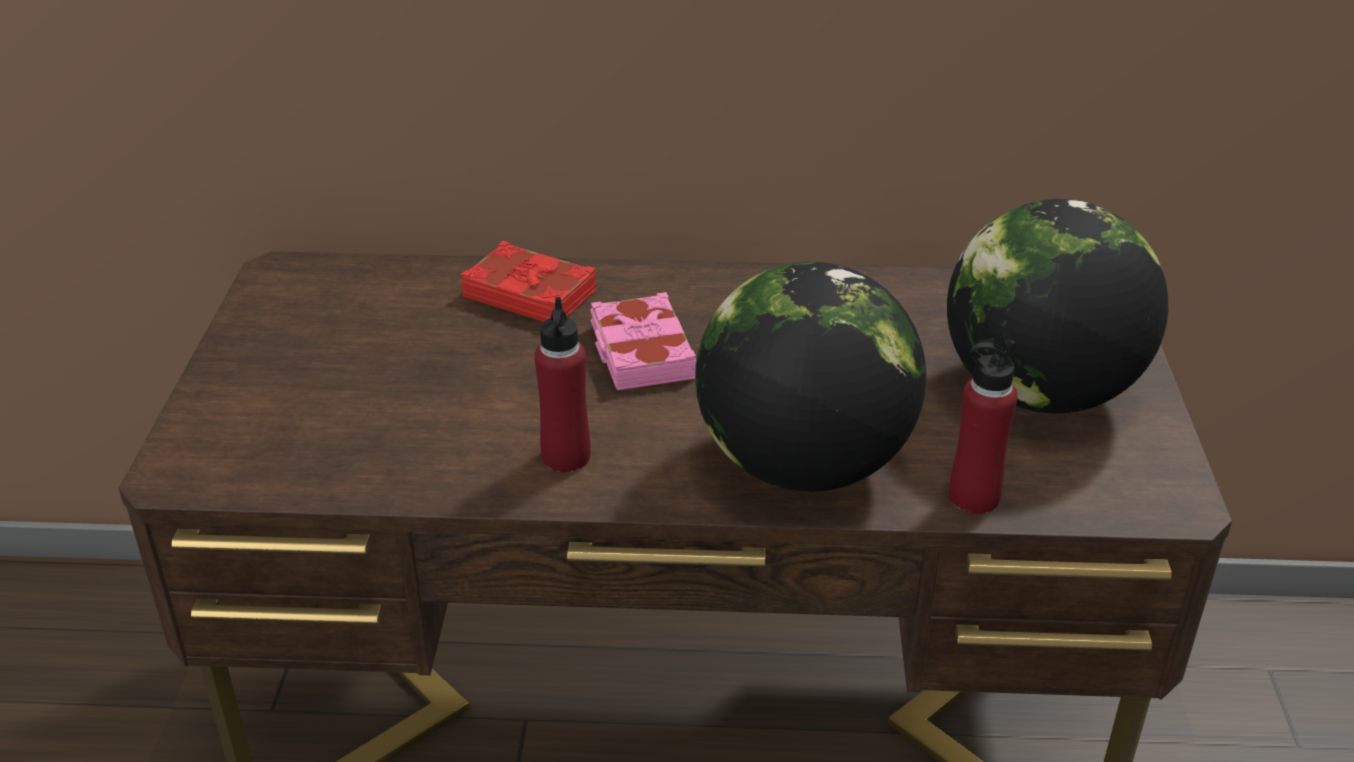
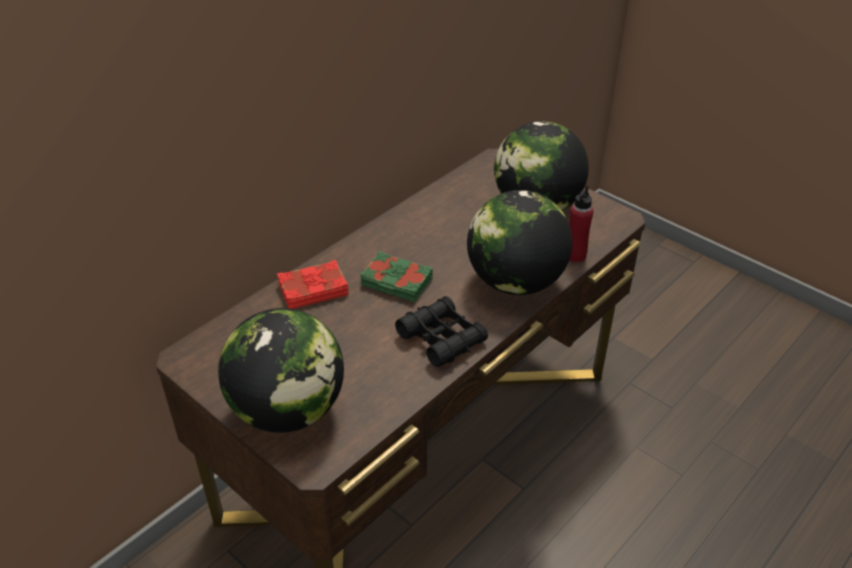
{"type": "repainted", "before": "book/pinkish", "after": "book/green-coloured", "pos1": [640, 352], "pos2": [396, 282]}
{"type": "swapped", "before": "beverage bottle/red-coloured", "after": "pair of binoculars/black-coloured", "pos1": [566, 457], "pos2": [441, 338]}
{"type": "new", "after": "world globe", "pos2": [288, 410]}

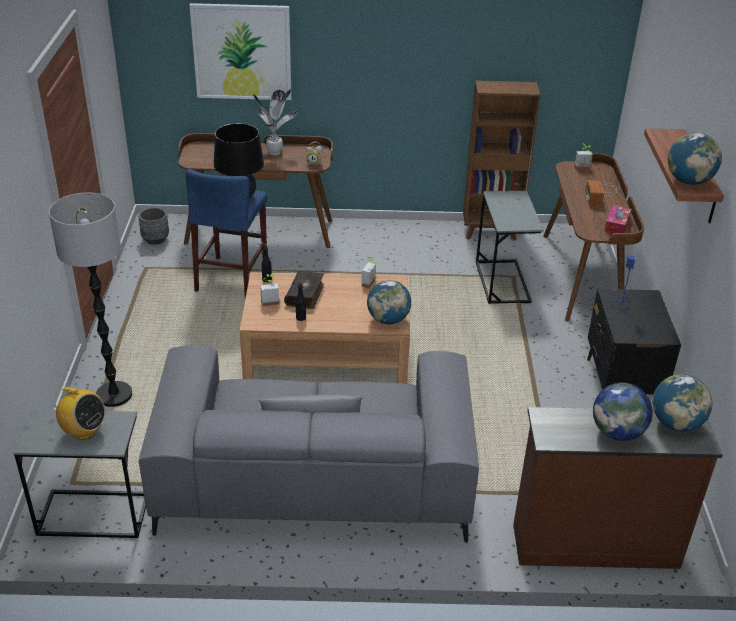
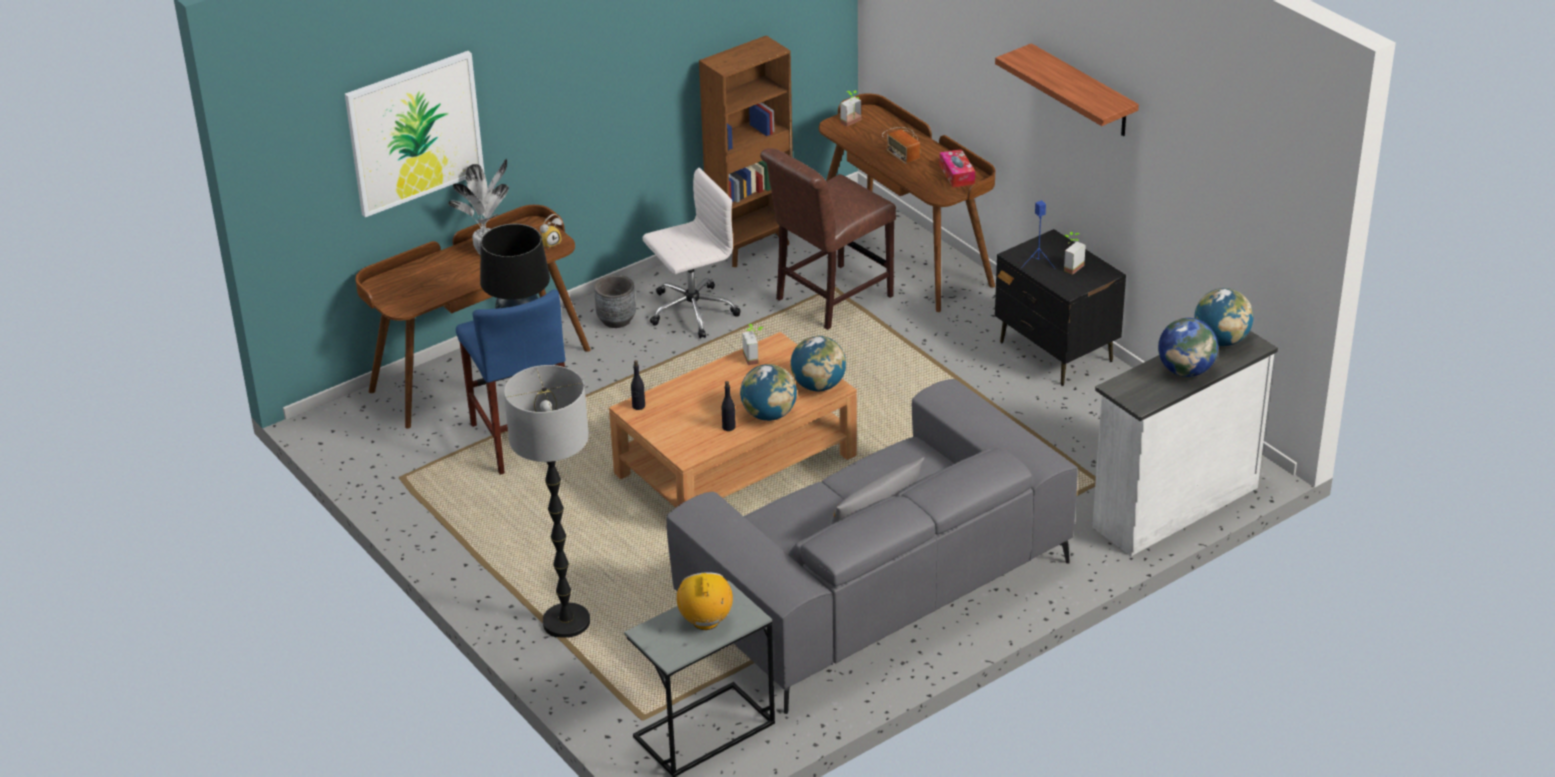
{"type": "shifted", "before": "world globe", "pos1": [688, 181], "pos2": [769, 415]}
{"type": "swapped", "before": "accent table/grey", "after": "upright chair/brown-coloured", "pos1": [502, 282], "pos2": [828, 299]}
{"type": "shifted", "before": "flower pot/grey", "pos1": [155, 239], "pos2": [616, 320]}
{"type": "gone", "before": "book", "pos1": [305, 295]}
{"type": "shifted", "before": "potted plant", "pos1": [269, 301], "pos2": [1070, 266]}
{"type": "rotated", "before": "radio", "pos1": [84, 431], "pos2": [706, 621], "turn": -90}
{"type": "repainted", "before": "dresser/brown-coloured", "after": "dresser/whitish", "pos1": [593, 544], "pos2": [1172, 506]}
{"type": "new", "after": "office chair/whitish", "pos2": [691, 311]}

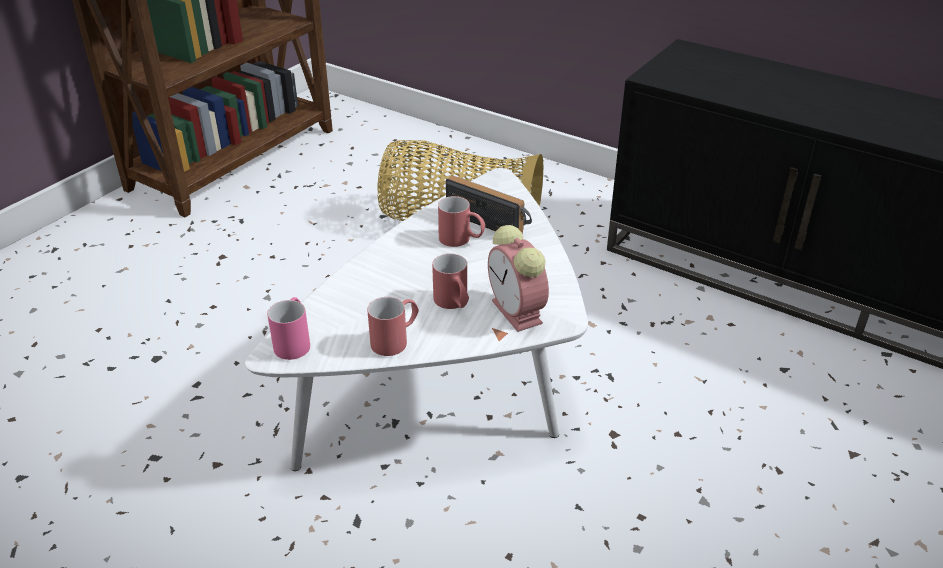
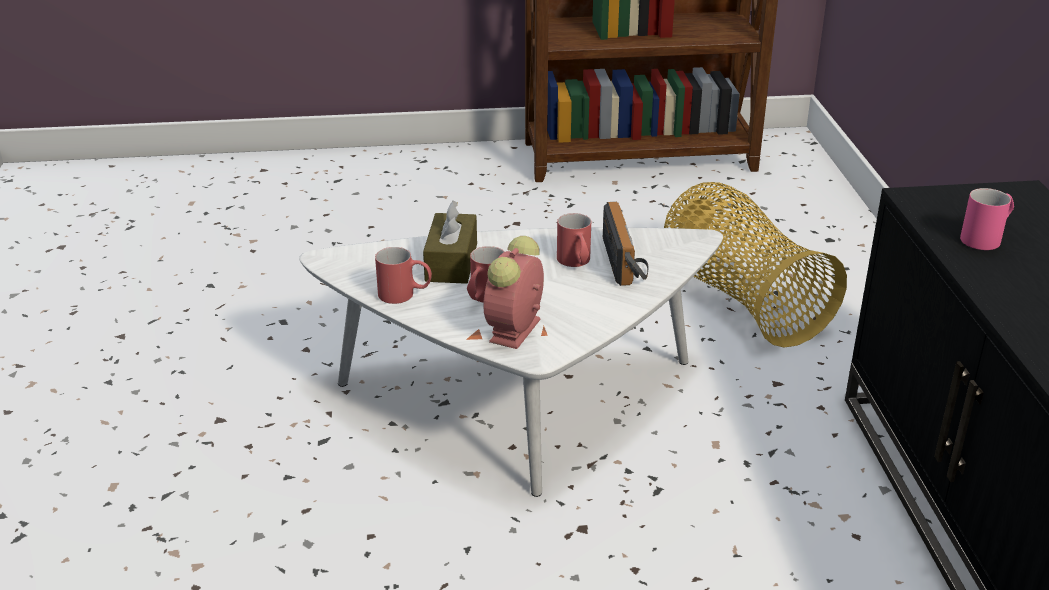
{"type": "shifted", "before": "mug/pinkish", "pos1": [294, 341], "pos2": [986, 238]}
{"type": "new", "after": "tissue box/brown-coloured", "pos2": [451, 262]}

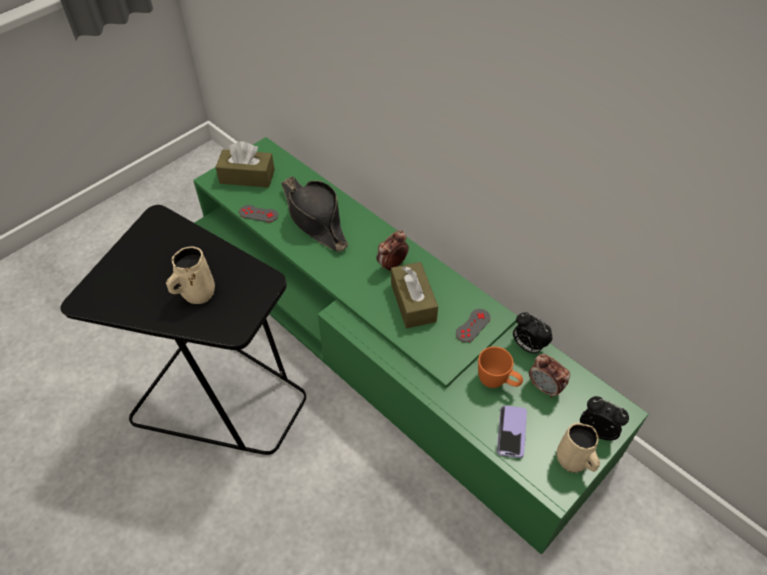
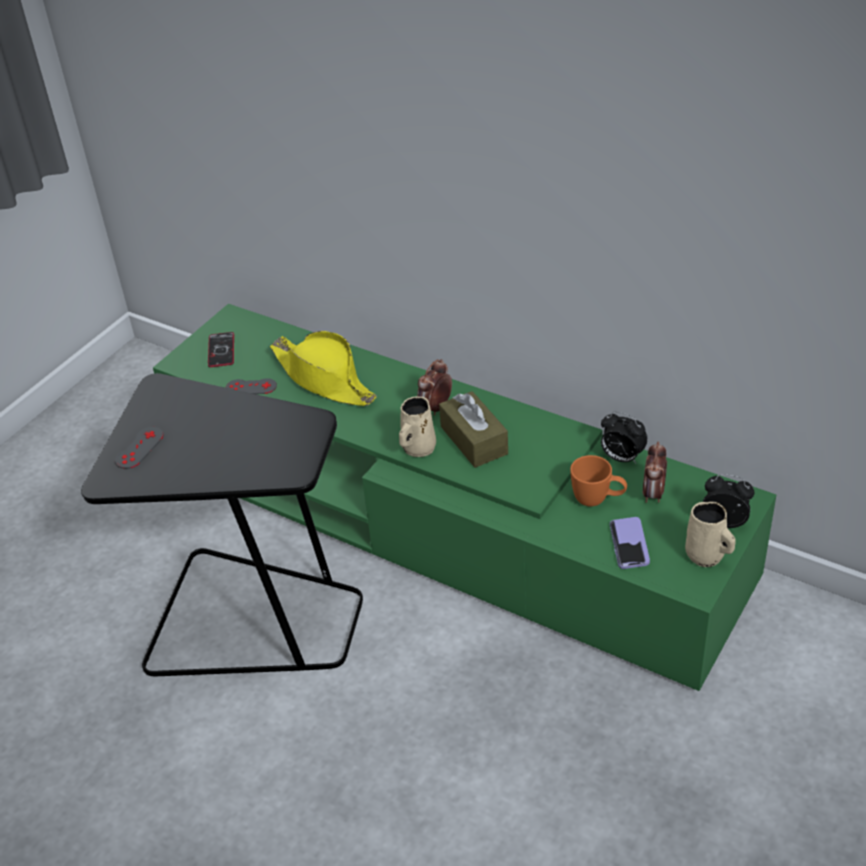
{"type": "swapped", "before": "tissue box/brown-coloured", "after": "telephone", "pos1": [247, 176], "pos2": [221, 350]}
{"type": "repainted", "before": "clothing hat/black-coloured", "after": "clothing hat/yellow", "pos1": [315, 219], "pos2": [324, 379]}
{"type": "shifted", "before": "mug/sand-coloured", "pos1": [196, 293], "pos2": [417, 448]}
{"type": "shifted", "before": "game controller/grey", "pos1": [473, 325], "pos2": [139, 448]}
{"type": "rotated", "before": "bedside clock", "pos1": [544, 387], "pos2": [653, 494], "turn": 75}

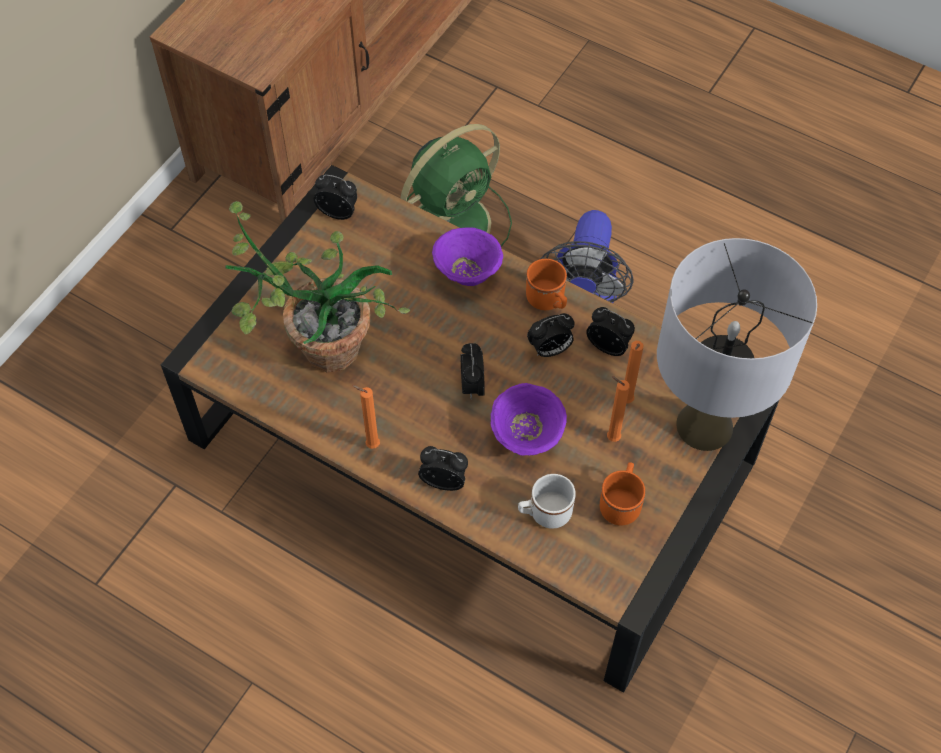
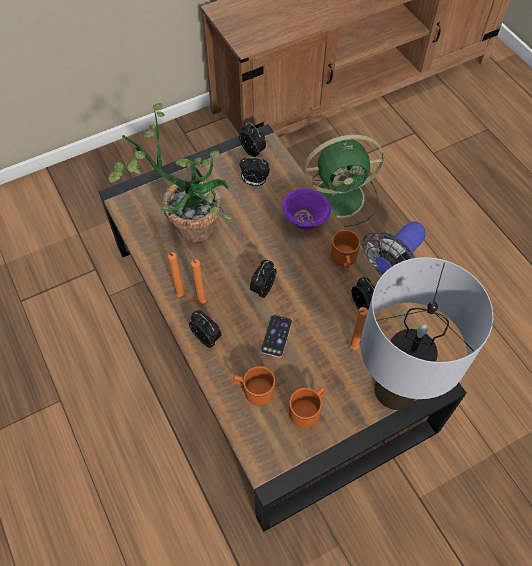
{"type": "shifted", "before": "bedside clock", "pos1": [550, 349], "pos2": [254, 182]}
{"type": "shifted", "before": "wax light/orange-coloured", "pos1": [611, 437], "pos2": [200, 300]}
{"type": "swapped", "before": "deep dish/purplish", "after": "telephone", "pos1": [527, 434], "pos2": [276, 336]}
{"type": "repainted", "before": "mug/whitish", "after": "mug/orange-coloured", "pos1": [544, 513], "pos2": [254, 391]}

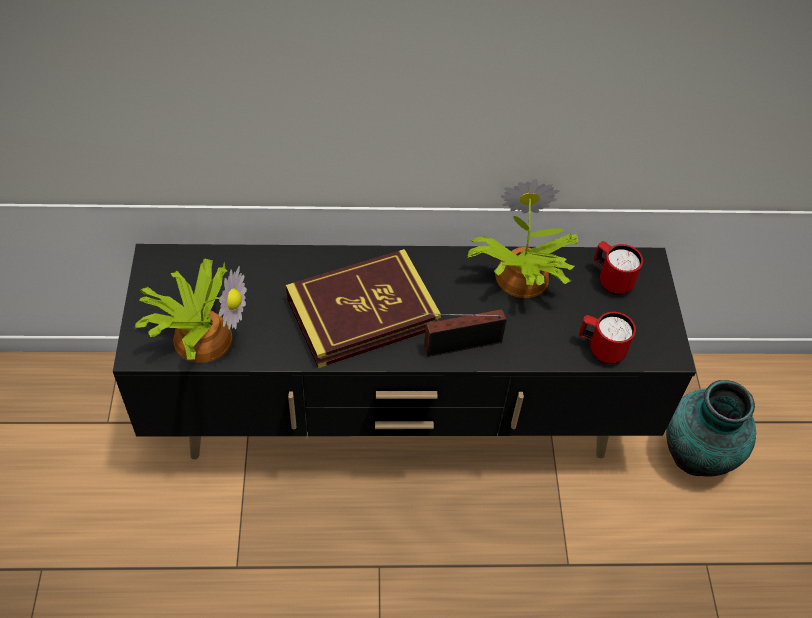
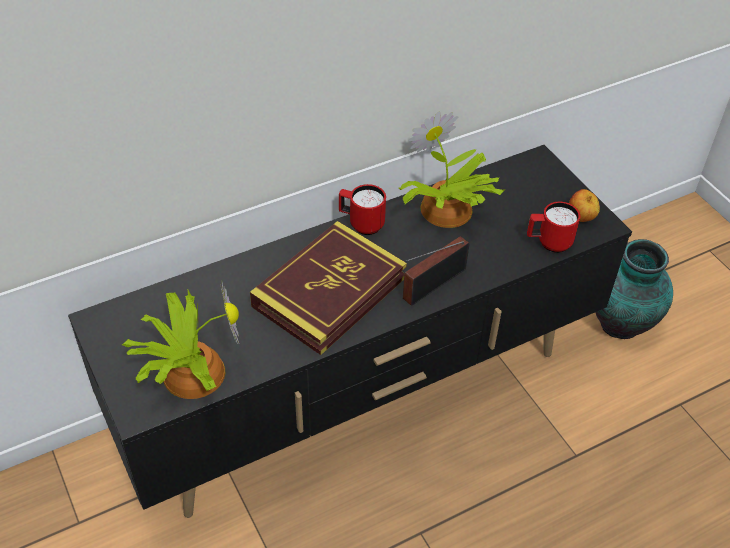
{"type": "shifted", "before": "mug/red-coloured", "pos1": [611, 280], "pos2": [361, 224]}
{"type": "new", "after": "apple", "pos2": [581, 218]}

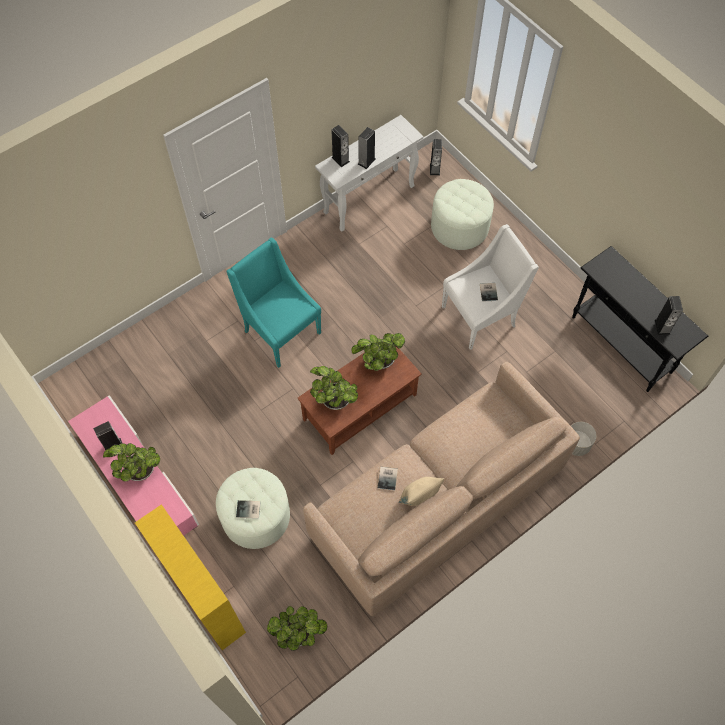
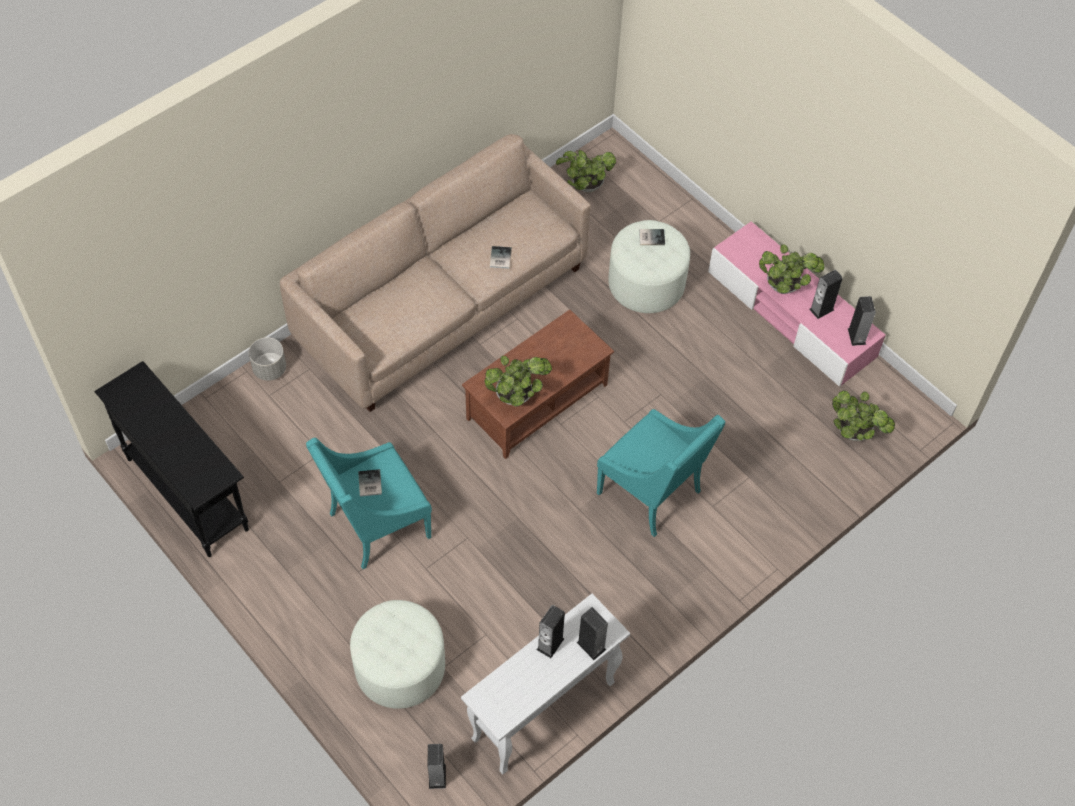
{"type": "repainted", "before": "armchair/whitish", "after": "armchair/blue-green", "pos1": [481, 316], "pos2": [376, 526]}
{"type": "shifted", "before": "speaker", "pos1": [662, 327], "pos2": [856, 336]}
{"type": "shifted", "before": "potted plant", "pos1": [334, 399], "pos2": [855, 433]}
{"type": "gone", "before": "throw pillow/sand-coloured", "pos1": [419, 496]}
{"type": "gone", "before": "bookcase/yellow", "pos1": [203, 597]}

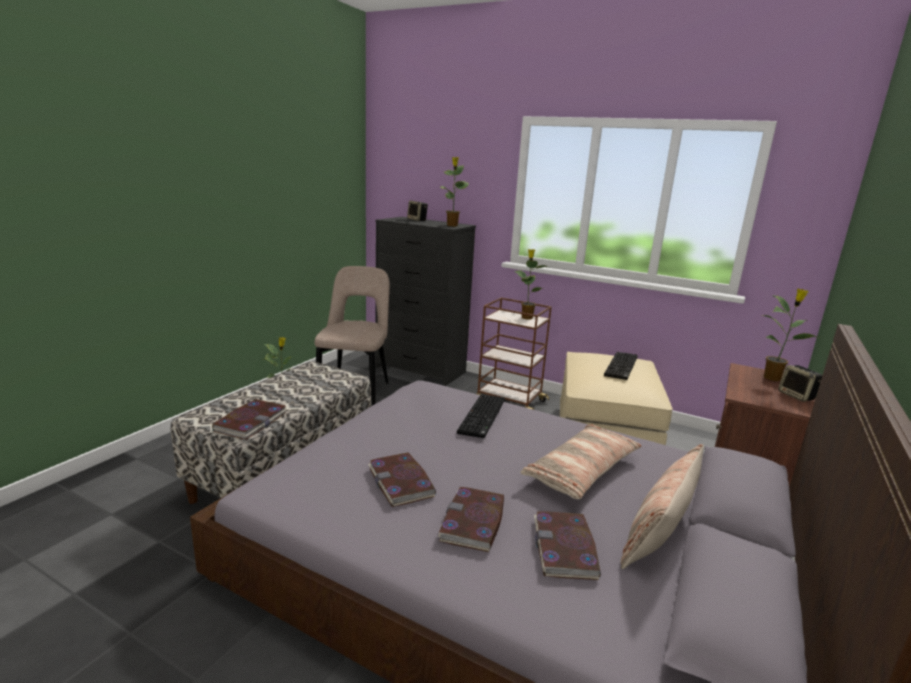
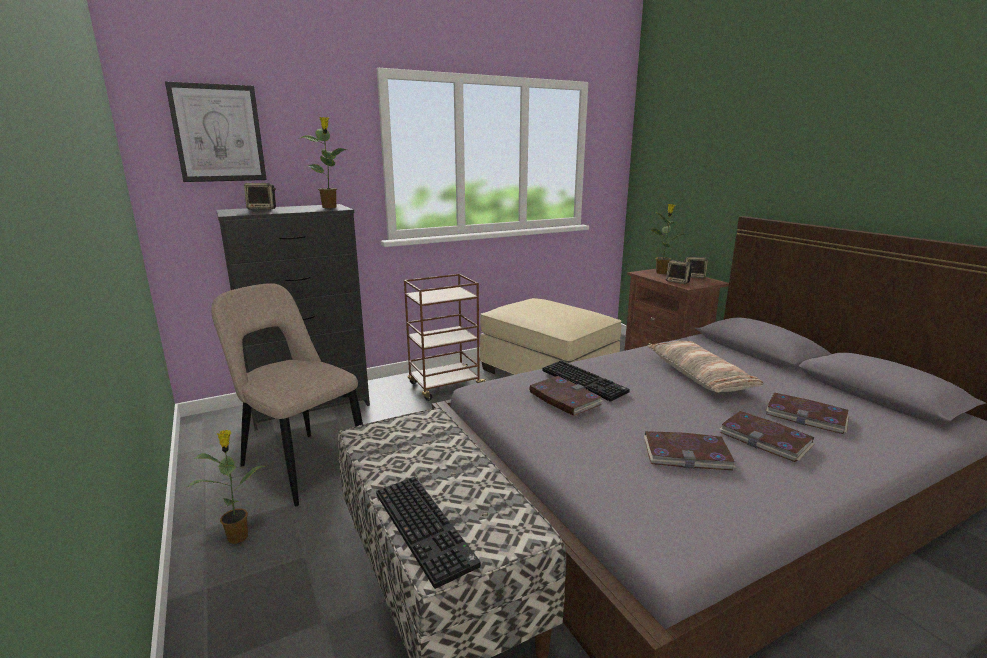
{"type": "gone", "before": "potted plant", "pos1": [526, 317]}
{"type": "shifted", "before": "PC keyboard", "pos1": [622, 367], "pos2": [426, 528]}
{"type": "shifted", "before": "book", "pos1": [250, 421], "pos2": [564, 398]}
{"type": "gone", "before": "throw pillow", "pos1": [660, 529]}
{"type": "new", "after": "wall art", "pos2": [218, 133]}
{"type": "new", "after": "speaker", "pos2": [678, 282]}

